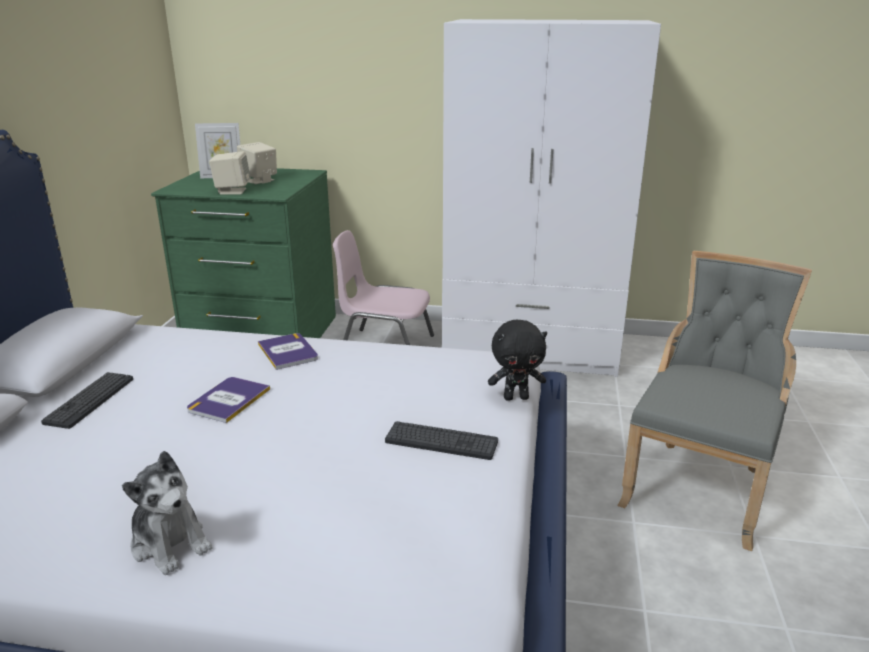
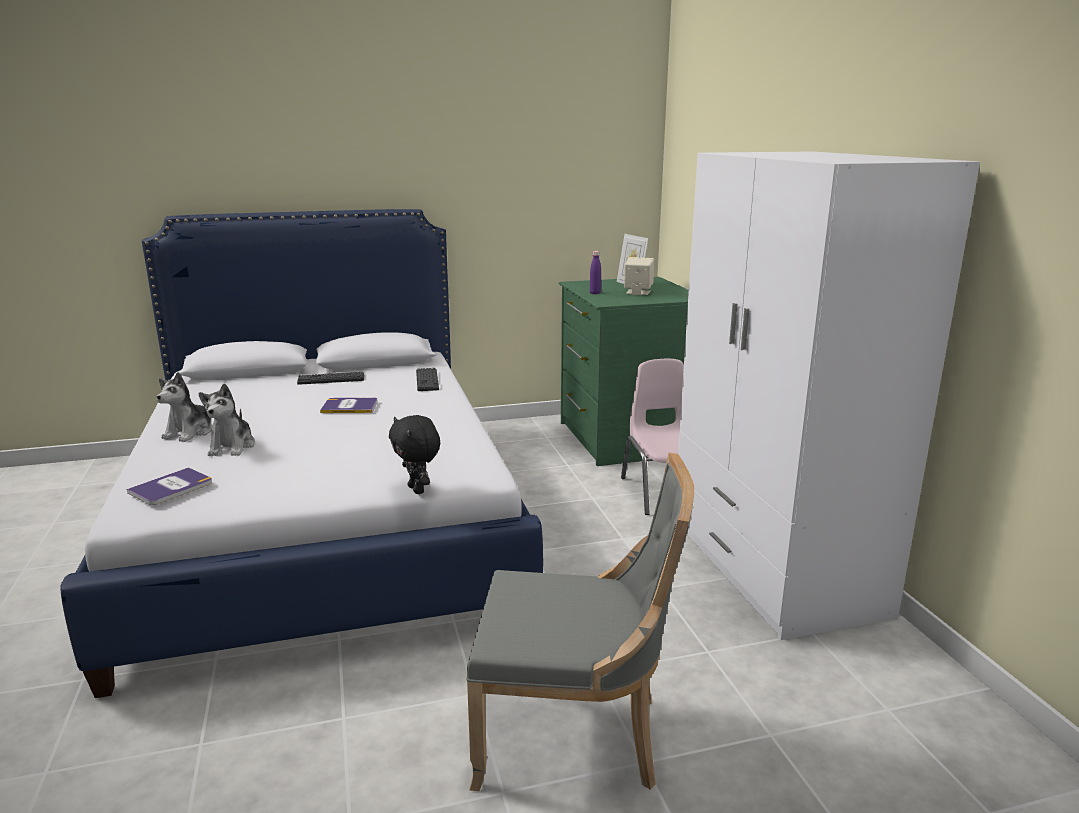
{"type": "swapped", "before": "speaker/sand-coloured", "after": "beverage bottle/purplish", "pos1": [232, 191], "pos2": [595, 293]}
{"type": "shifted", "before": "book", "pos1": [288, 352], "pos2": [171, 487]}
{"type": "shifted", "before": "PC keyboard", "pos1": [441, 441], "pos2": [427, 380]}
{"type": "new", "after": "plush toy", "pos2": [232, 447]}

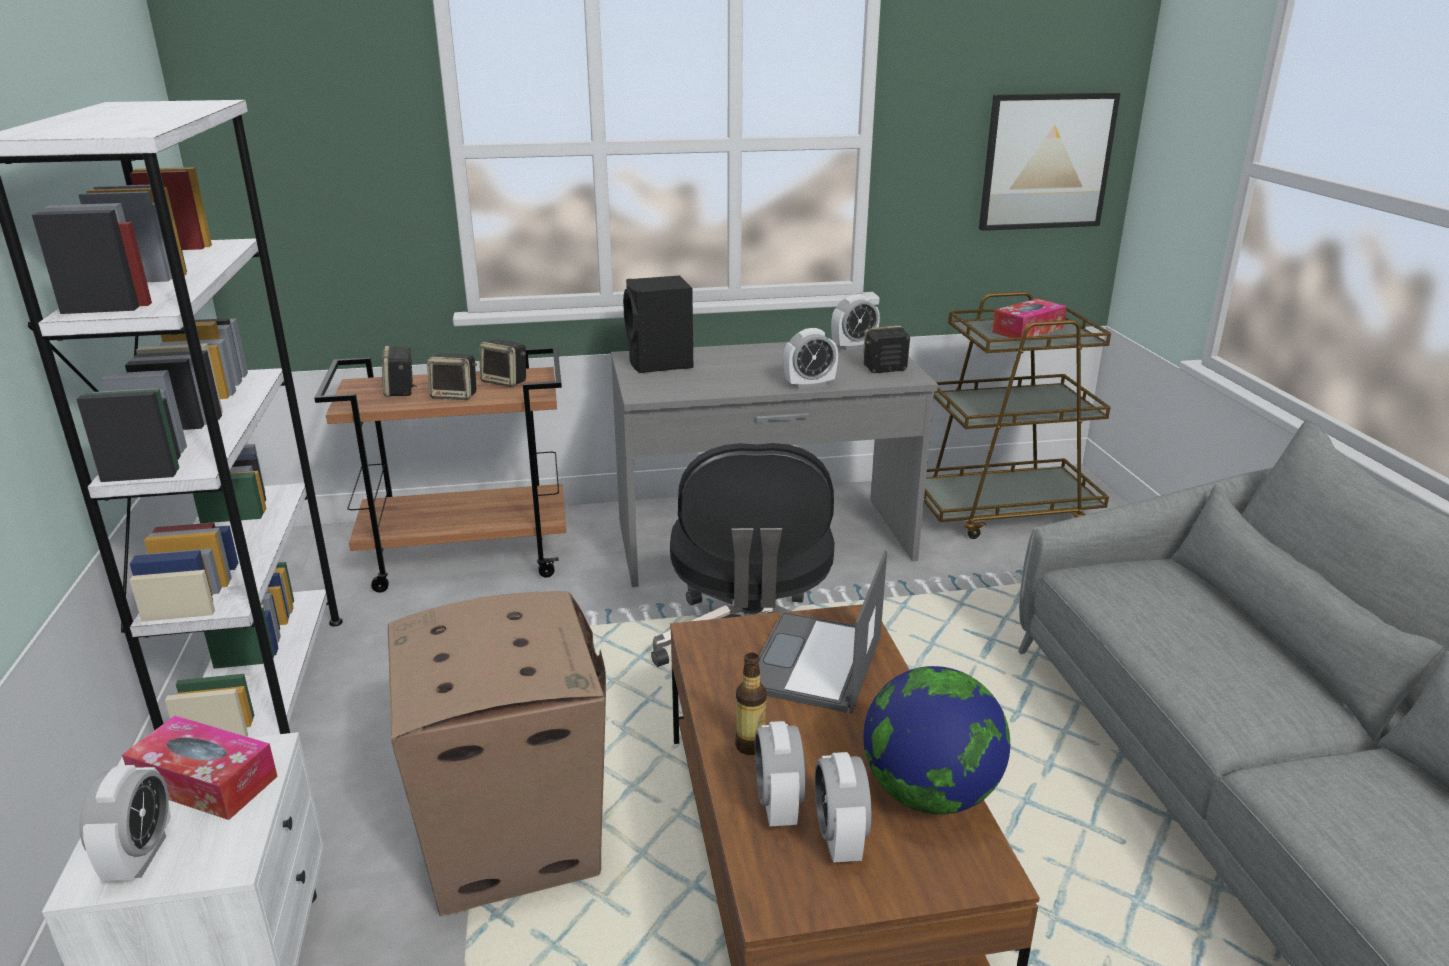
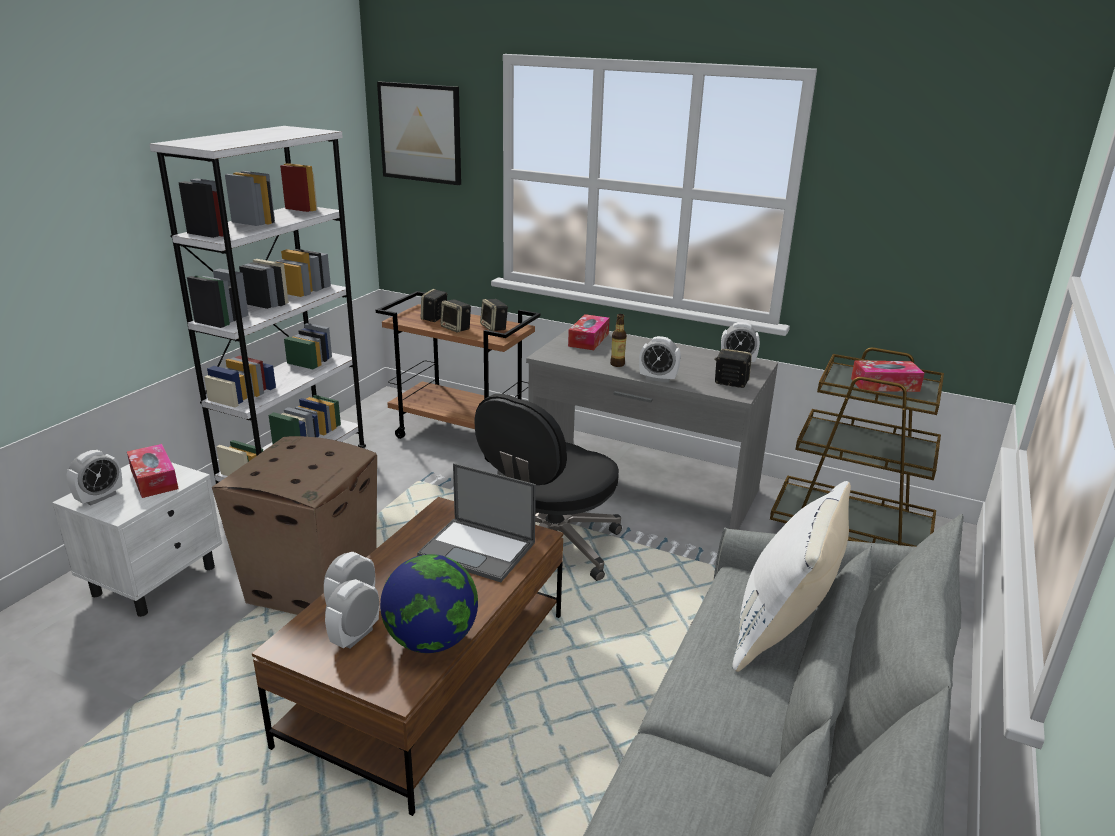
{"type": "shifted", "before": "wall art", "pos1": [1046, 162], "pos2": [420, 133]}
{"type": "swapped", "before": "speaker/black-coloured", "after": "tissue box", "pos1": [660, 364], "pos2": [588, 340]}
{"type": "rotated", "before": "laptop", "pos1": [815, 663], "pos2": [478, 549], "turn": -120}
{"type": "shifted", "before": "beverage bottle", "pos1": [750, 746], "pos2": [617, 364]}
{"type": "new", "after": "throw pillow/whitish", "pos2": [783, 631]}

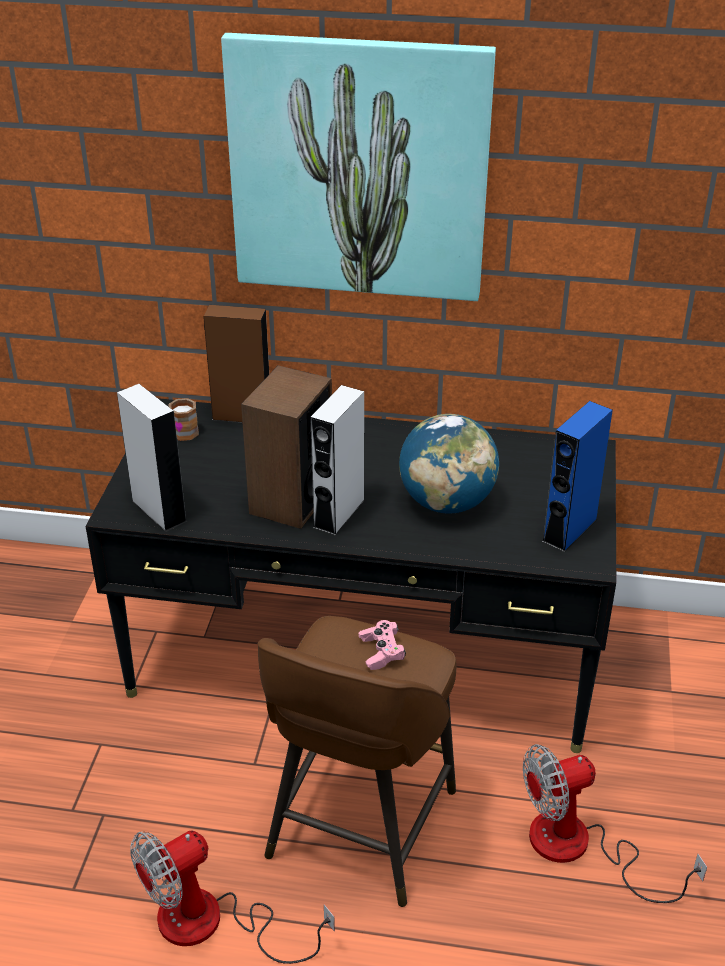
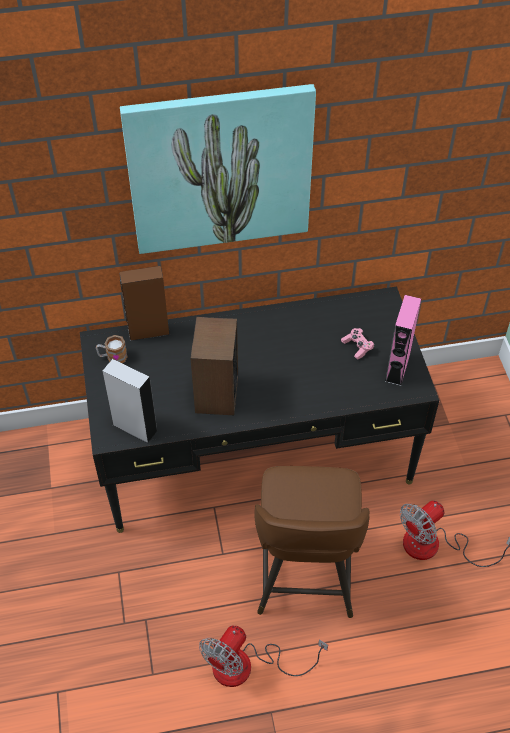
{"type": "gone", "before": "speaker/grey", "pos1": [339, 513]}
{"type": "repainted", "before": "speaker/bluish", "after": "speaker/pinkish", "pos1": [569, 530], "pos2": [397, 368]}
{"type": "gone", "before": "world globe", "pos1": [447, 502]}
{"type": "shifted", "before": "game controller/pinkish", "pos1": [381, 652], "pos2": [357, 347]}

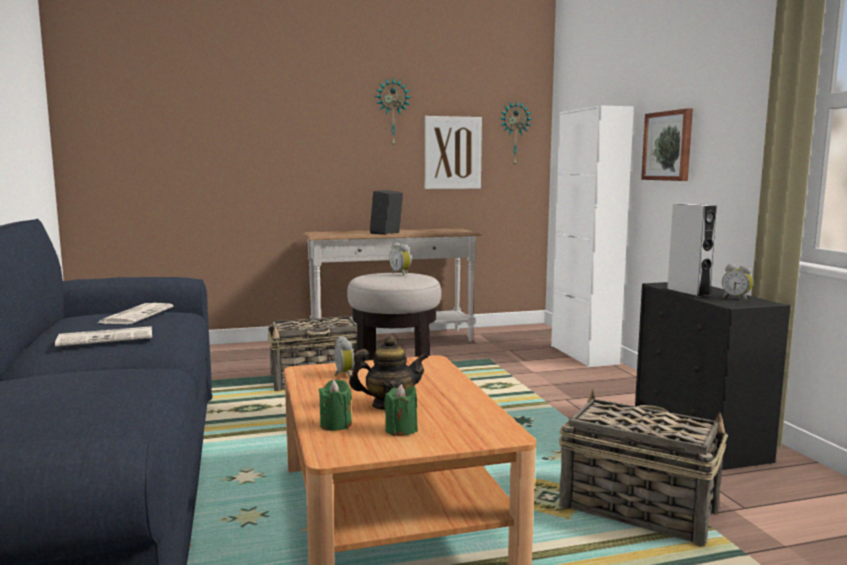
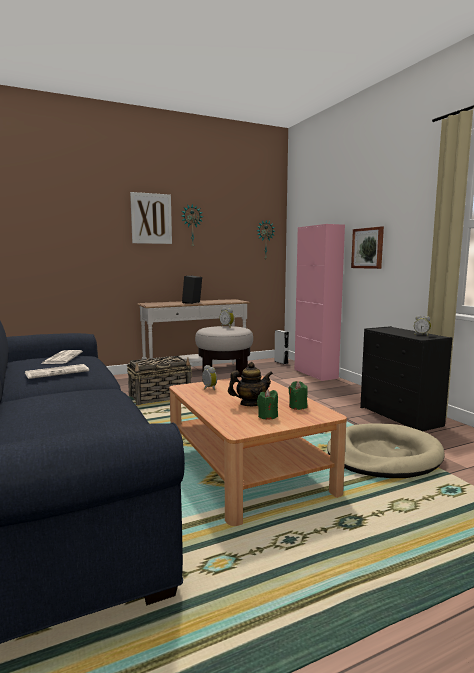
{"type": "repainted", "before": "storage cabinet/whitish", "after": "storage cabinet/pinkish", "pos1": [583, 355], "pos2": [315, 374]}
{"type": "shifted", "before": "wall art", "pos1": [452, 153], "pos2": [151, 218]}
{"type": "shifted", "before": "speaker/grey", "pos1": [688, 292], "pos2": [281, 362]}
{"type": "shifted", "before": "wax light/green-coloured", "pos1": [335, 425], "pos2": [298, 406]}
{"type": "swapped", "before": "storage basket", "after": "dog bed/sand-coloured", "pos1": [636, 508], "pos2": [383, 455]}

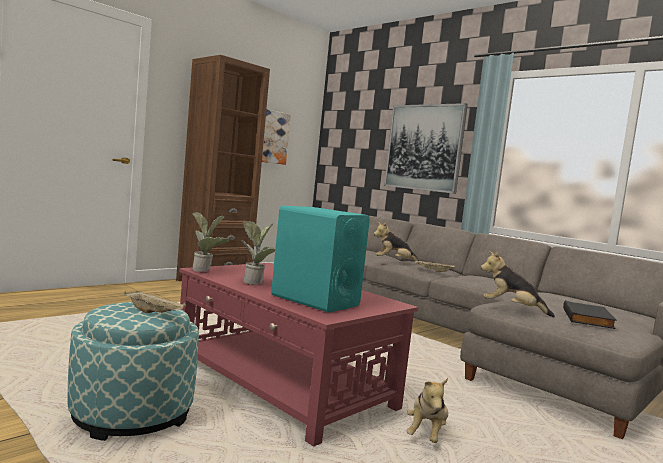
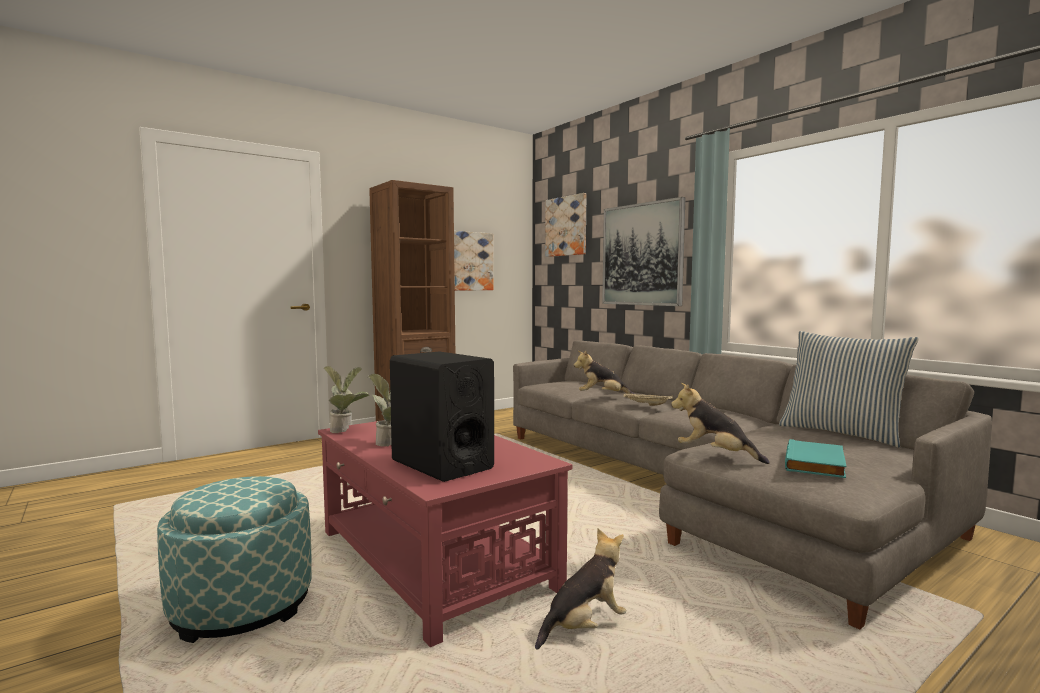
{"type": "repainted", "before": "speaker/blue-green", "after": "speaker/black-coloured", "pos1": [314, 300], "pos2": [441, 464]}
{"type": "gone", "before": "serving tray/sand-coloured", "pos1": [154, 313]}
{"type": "repainted", "before": "book/black-coloured", "after": "book/blue-green", "pos1": [589, 319], "pos2": [816, 464]}
{"type": "rotated", "before": "plush toy", "pos1": [426, 434], "pos2": [584, 626], "turn": -150}
{"type": "new", "after": "wall art", "pos2": [566, 226]}
{"type": "new", "after": "throw pillow", "pos2": [841, 433]}

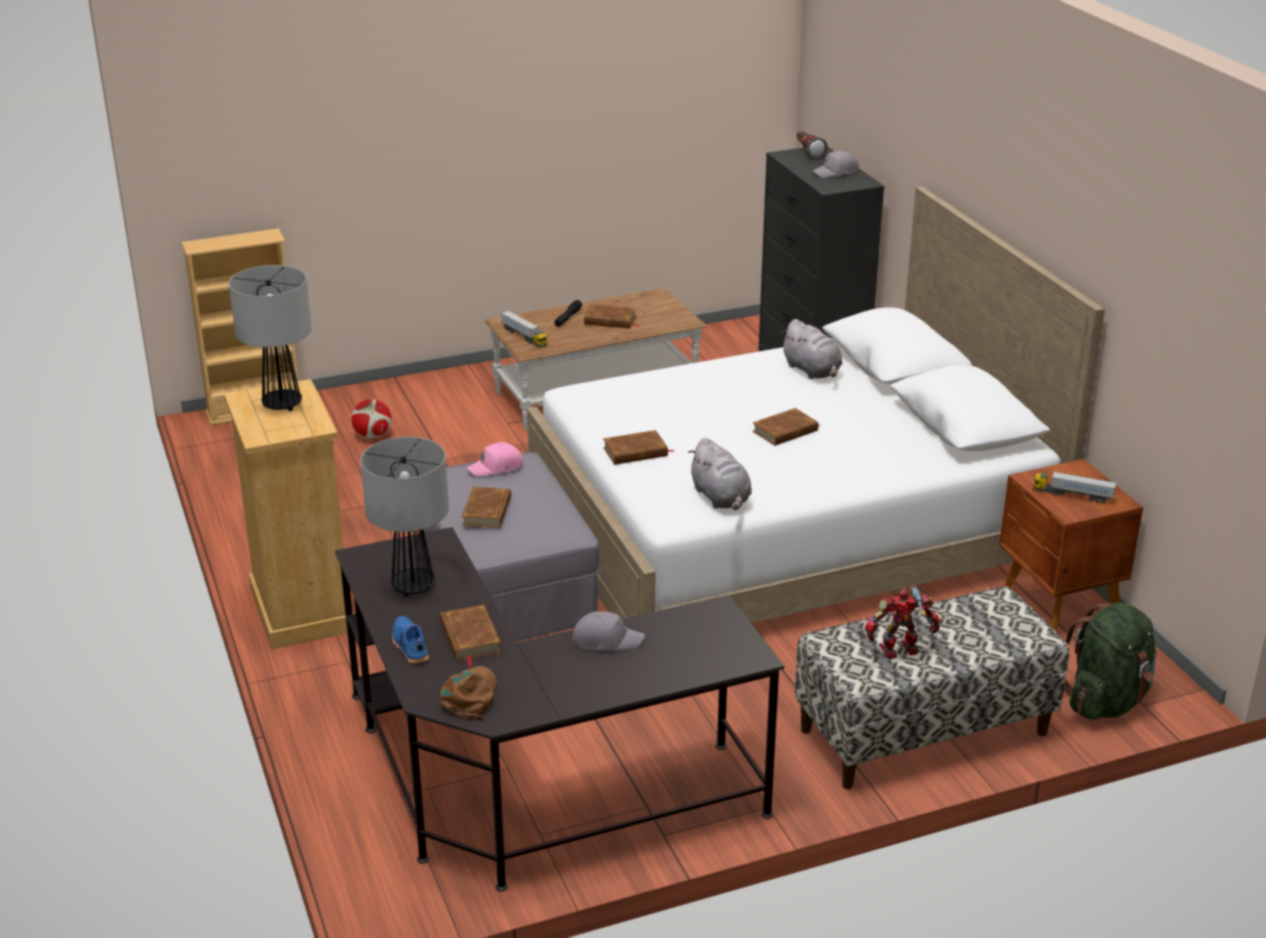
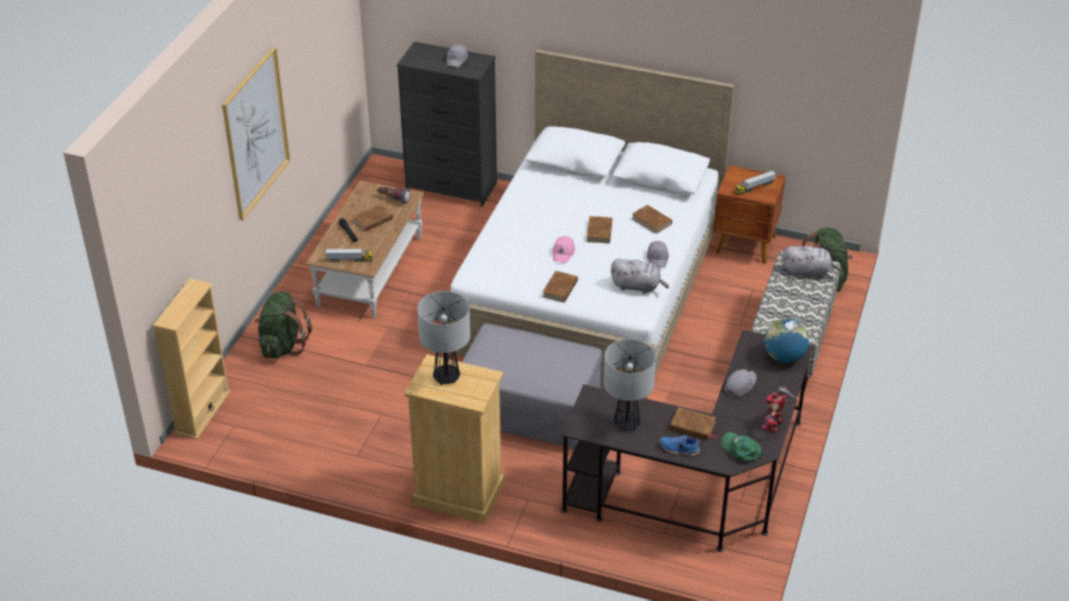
{"type": "shifted", "before": "flashlight", "pos1": [807, 152], "pos2": [393, 199]}
{"type": "shifted", "before": "plush toy/grey", "pos1": [813, 371], "pos2": [808, 272]}
{"type": "gone", "before": "ball for football", "pos1": [373, 436]}
{"type": "shifted", "before": "baseball cap/pinkish", "pos1": [496, 467], "pos2": [563, 252]}
{"type": "shifted", "before": "book/brown-coloured", "pos1": [487, 511], "pos2": [651, 221]}
{"type": "shifted", "before": "model robot", "pos1": [900, 651], "pos2": [774, 425]}
{"type": "repainted", "before": "baseball cap/brown-coloured", "after": "baseball cap/green-coloured", "pos1": [470, 696], "pos2": [741, 449]}
{"type": "new", "after": "wall art", "pos2": [255, 133]}
{"type": "new", "after": "baseball cap/grey", "pos2": [658, 258]}
{"type": "new", "after": "backpack/green-coloured", "pos2": [282, 345]}
{"type": "new", "after": "world globe", "pos2": [784, 357]}

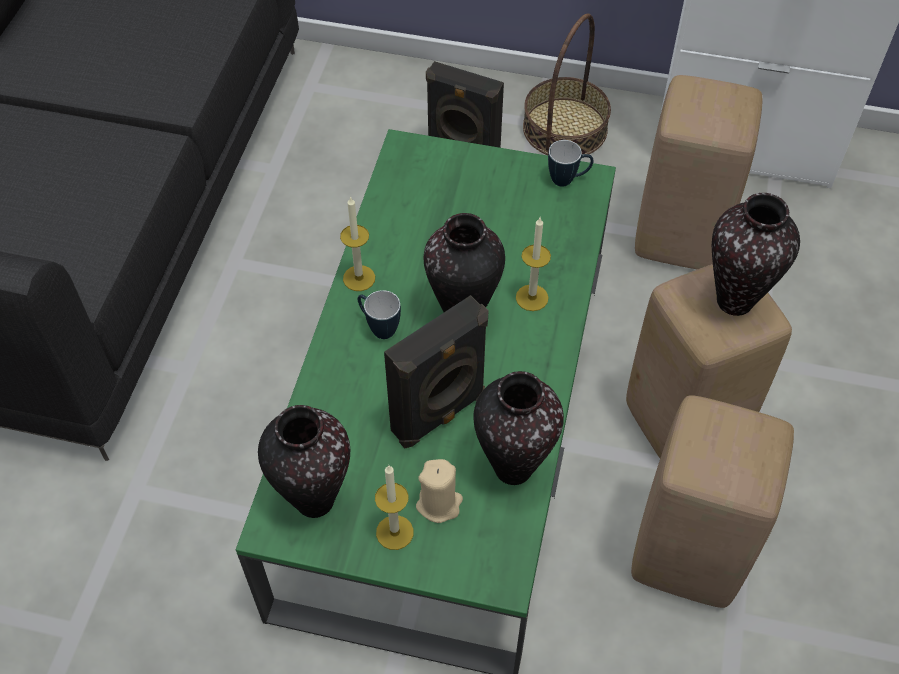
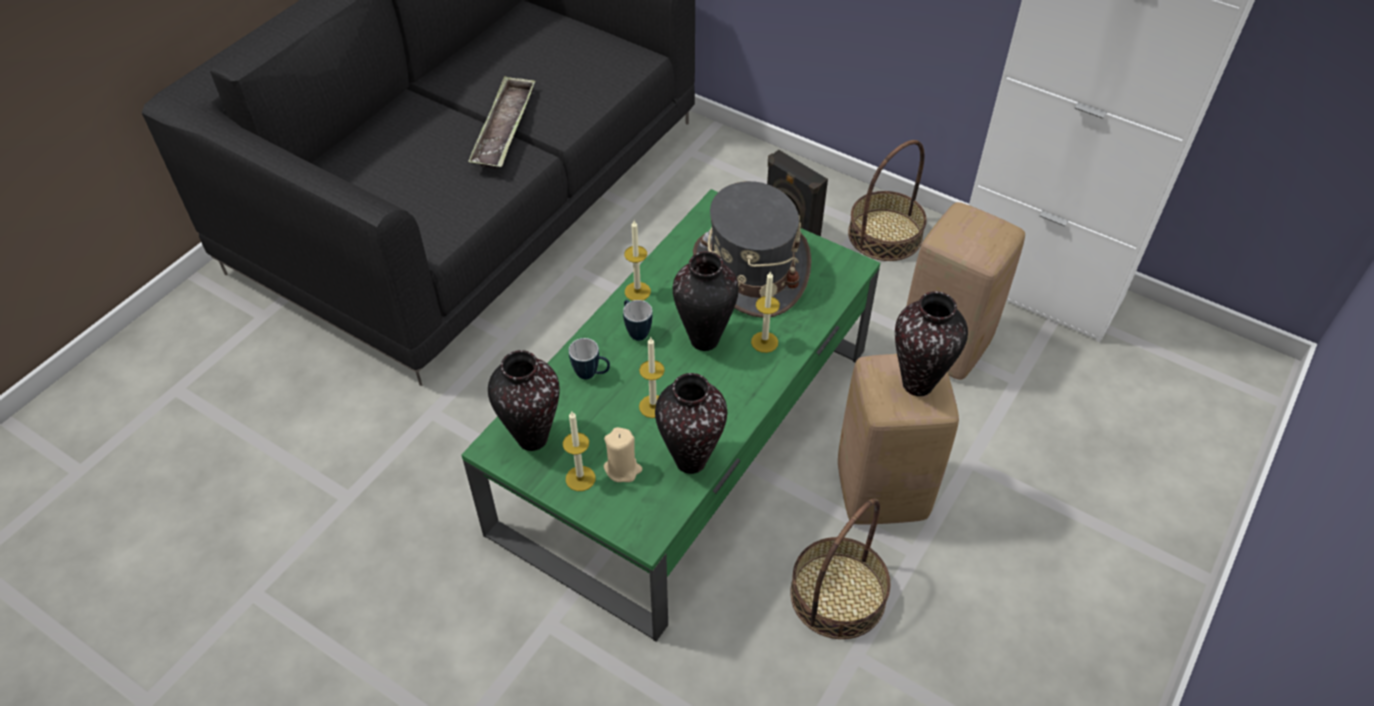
{"type": "shifted", "before": "mug", "pos1": [568, 180], "pos2": [591, 374]}
{"type": "swapped", "before": "speaker/black-coloured", "after": "wax light", "pos1": [440, 415], "pos2": [653, 406]}
{"type": "swapped", "before": "sitting stool/sand-coloured", "after": "storage basket", "pos1": [689, 556], "pos2": [838, 595]}
{"type": "new", "after": "serving tray", "pos2": [504, 129]}
{"type": "new", "after": "clothing hat/grey", "pos2": [750, 270]}

